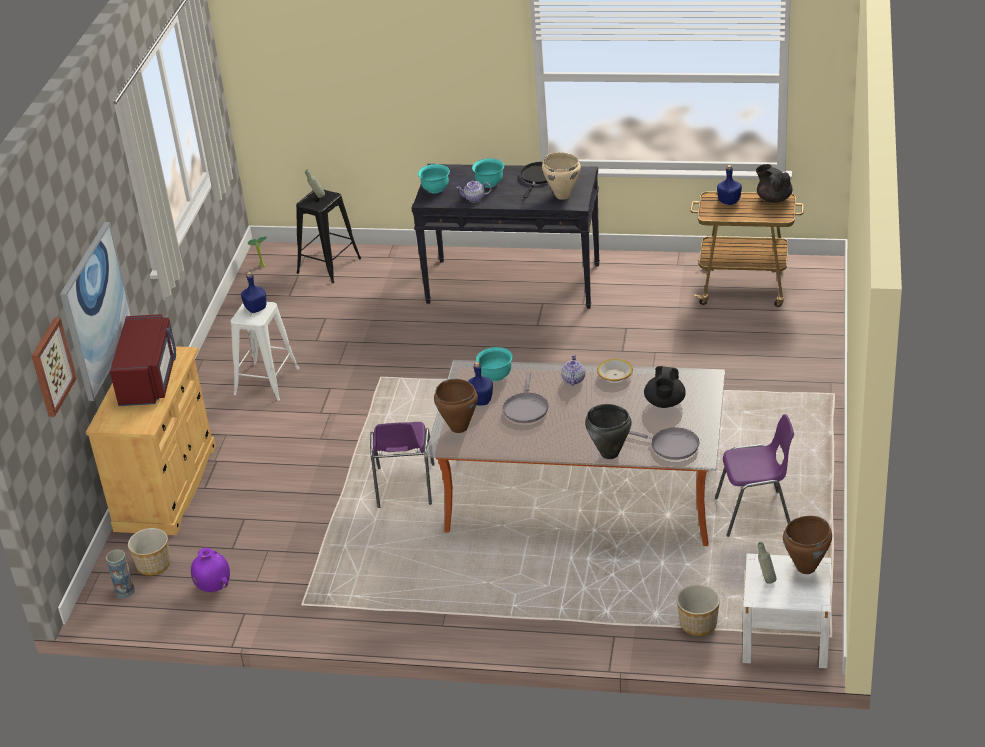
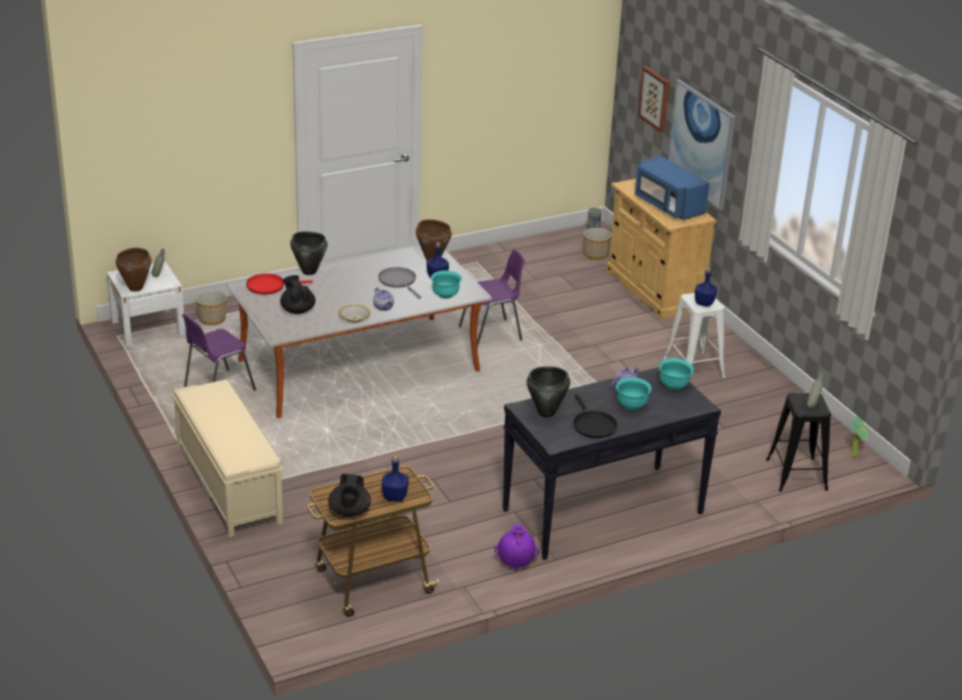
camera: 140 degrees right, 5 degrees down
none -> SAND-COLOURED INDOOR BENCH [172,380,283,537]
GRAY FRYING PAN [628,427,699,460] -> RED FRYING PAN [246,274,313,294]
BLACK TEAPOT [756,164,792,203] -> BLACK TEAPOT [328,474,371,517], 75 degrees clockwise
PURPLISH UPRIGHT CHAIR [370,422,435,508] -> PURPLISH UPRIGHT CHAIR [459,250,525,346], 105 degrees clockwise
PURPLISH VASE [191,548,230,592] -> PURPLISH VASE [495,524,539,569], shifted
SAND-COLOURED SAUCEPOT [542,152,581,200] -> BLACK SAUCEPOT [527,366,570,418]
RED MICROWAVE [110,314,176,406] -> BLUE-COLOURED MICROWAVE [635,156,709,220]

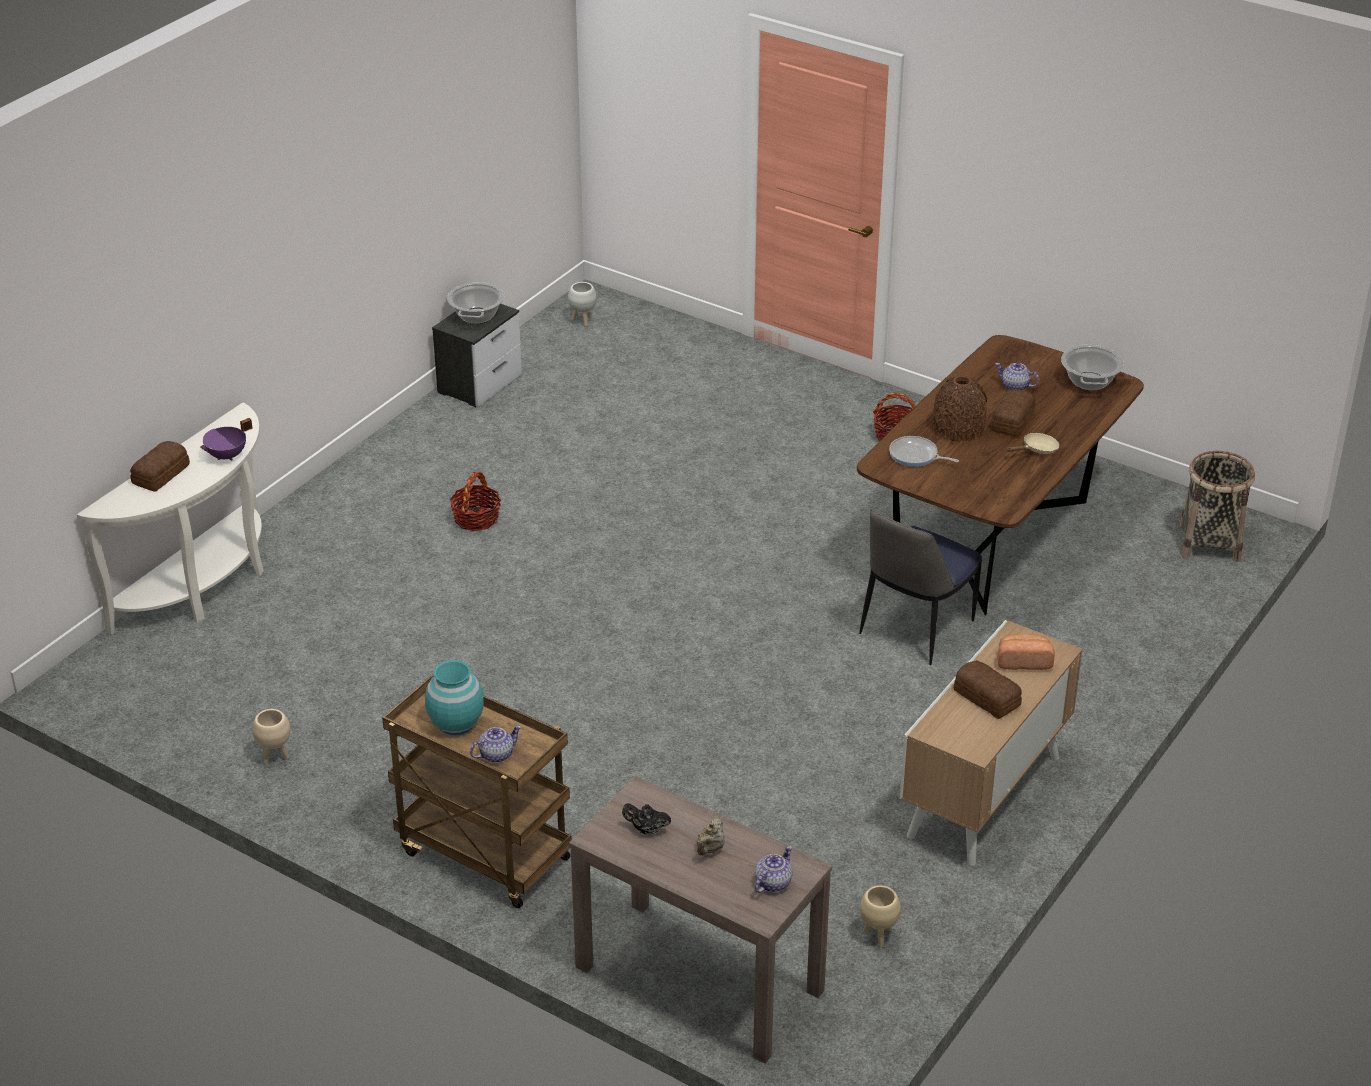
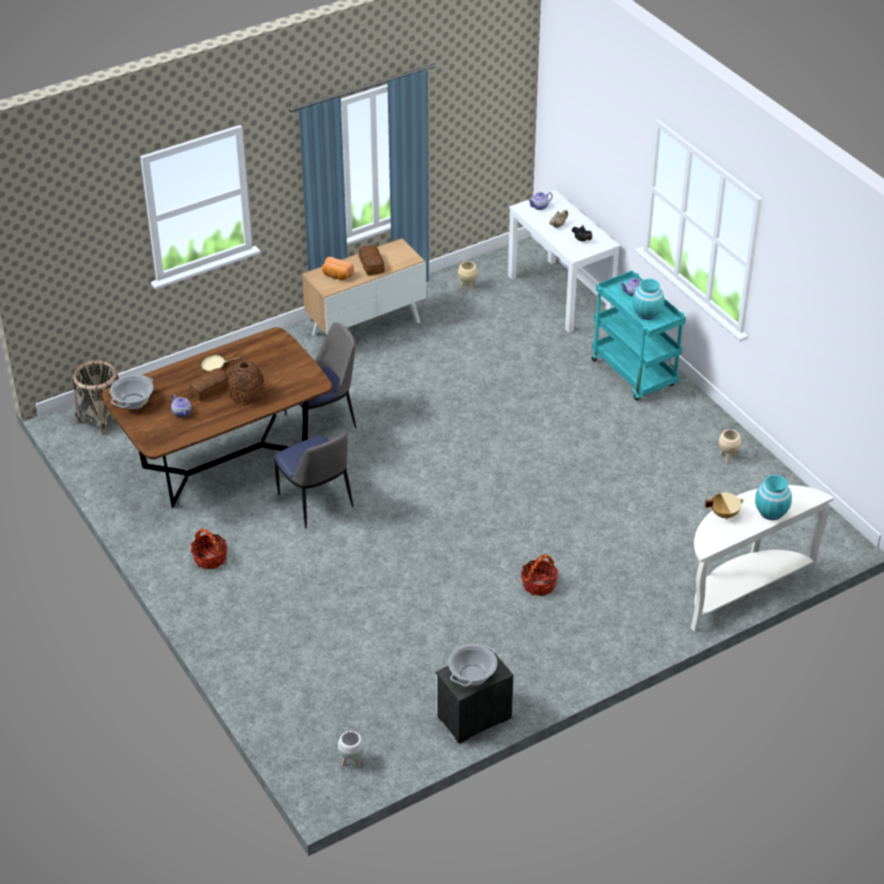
camera: 155 degrees left, 5 degrees up
none -> UPRIGHT CHAIR [274,432,353,528]
BROWNISH NARROW TABLE [569,776,832,1063] -> WHITE-COLOURED NARROW TABLE [508,190,620,333]
BROWNISH CART [382,673,572,908] -> BLUE-GREEN CART [592,271,686,401]
PURPLISH SAUCEPOT [200,418,253,461] -> SAND-COLOURED SAUCEPOT [705,493,744,519]
BREAD [130,441,190,492] -> BLUE-GREEN VASE [755,475,792,520]
FRYING PAN [889,436,959,467] -> none

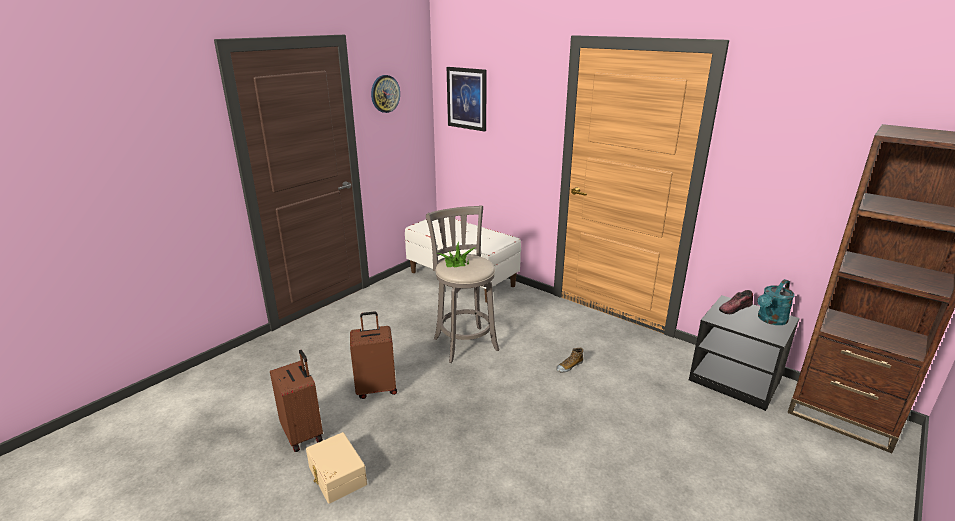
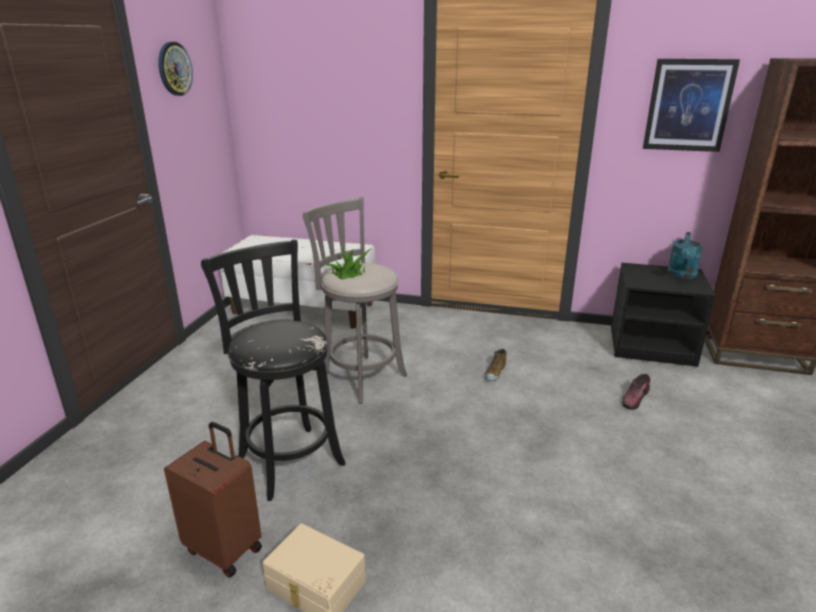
camera: 25 degrees left, 0 degrees up
BROWNISH PIECE OF LUGGAGE [350,311,397,399] -> BLACK STOOL SEAT [201,239,345,501]
LOW SHOE [719,290,753,314] -> LOW SHOE [622,374,651,410], shifted
WALL PICTURE [447,67,487,132] -> WALL PICTURE [643,59,740,152], shifted

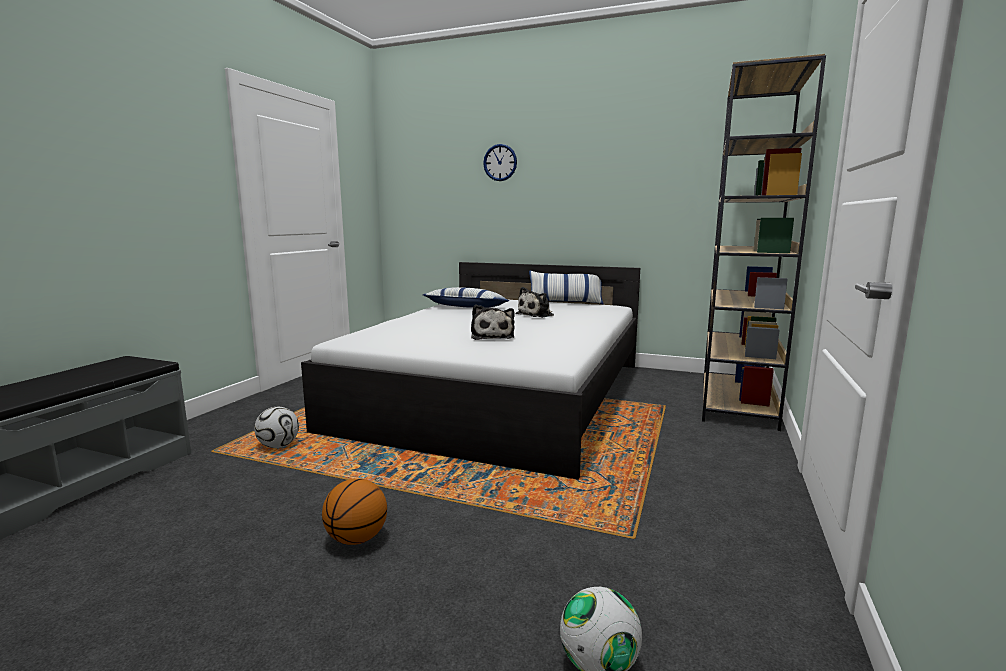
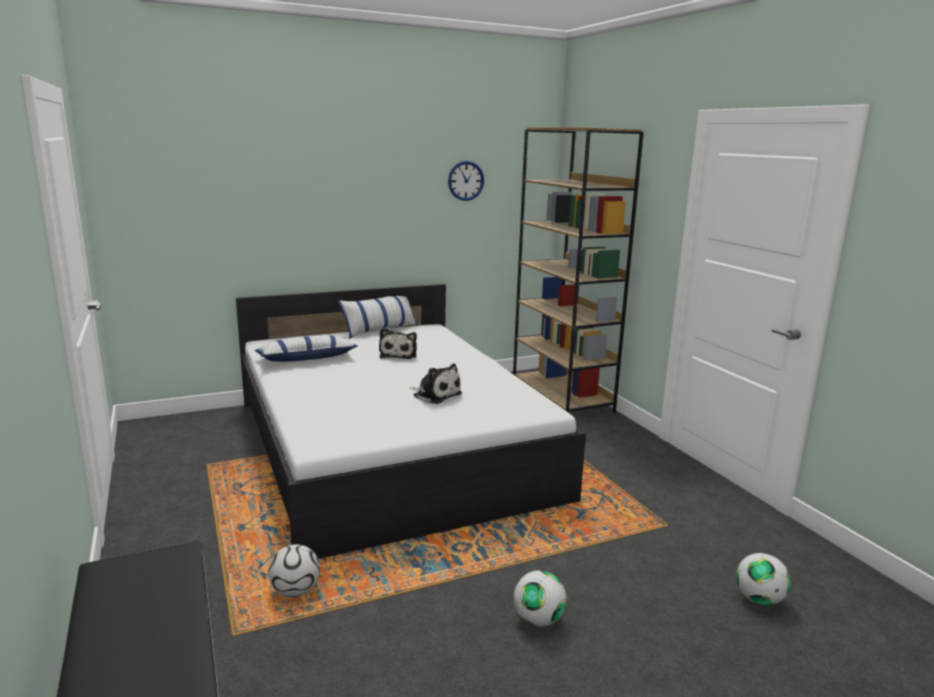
camera: 45 degrees left, 5 degrees up
CLOCK ON THE WALL [483,144,517,181] -> CLOCK ON THE WALL [448,161,484,201], shifted
BASKETBALL [322,478,387,545] -> FOOTBALL BALL [514,570,567,627]

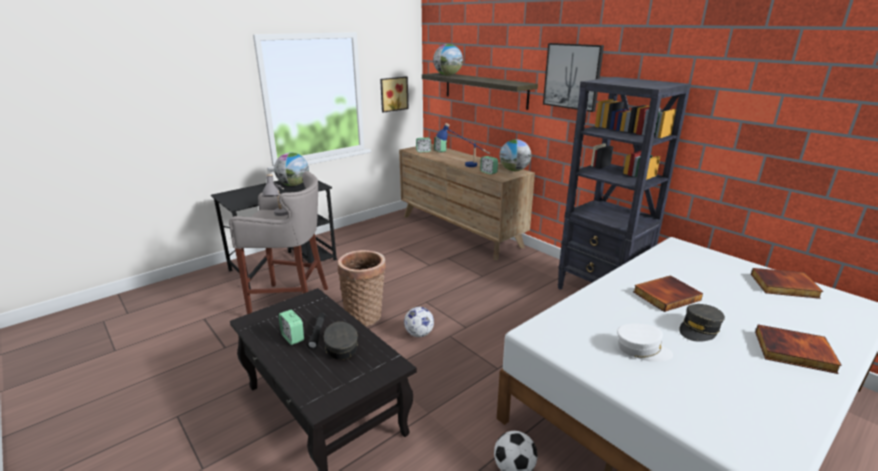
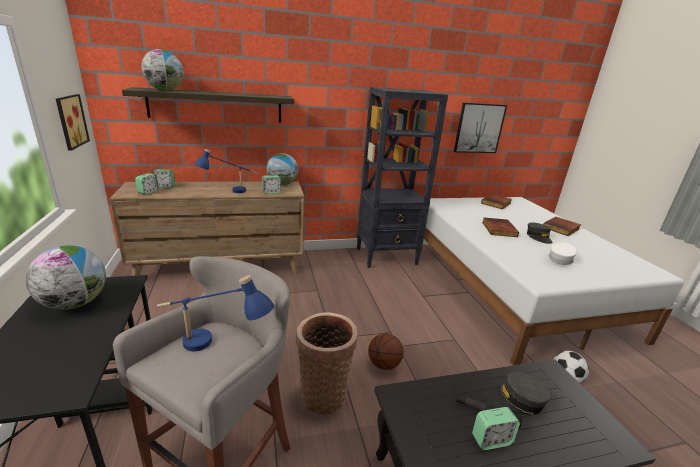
camera: 65 degrees left, 0 degrees up
GRAY TABLETOP LAMP [262,174,288,216] -> BLUE-COLOURED TABLETOP LAMP [157,275,274,351]
FOOTBALL BALL [404,307,434,337] -> BASKETBALL [368,333,404,370]
WALL PICTURE [543,43,604,112] -> WALL PICTURE [454,103,507,153], shifted

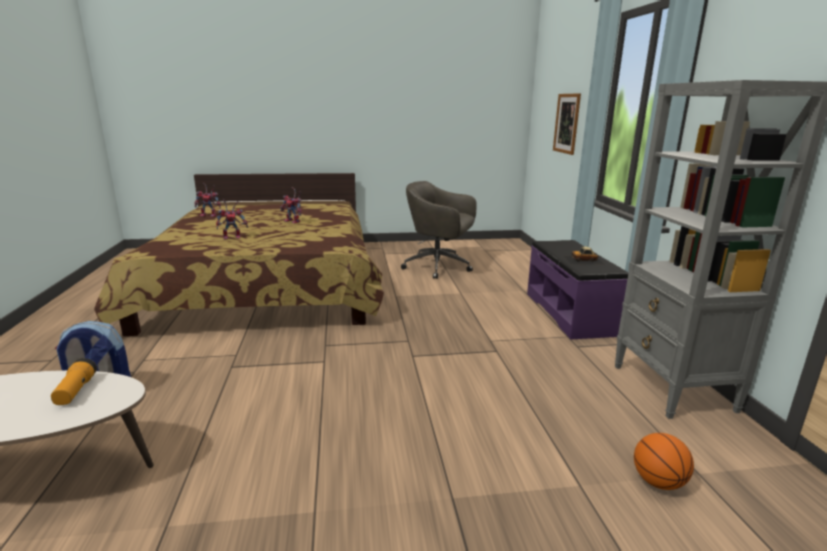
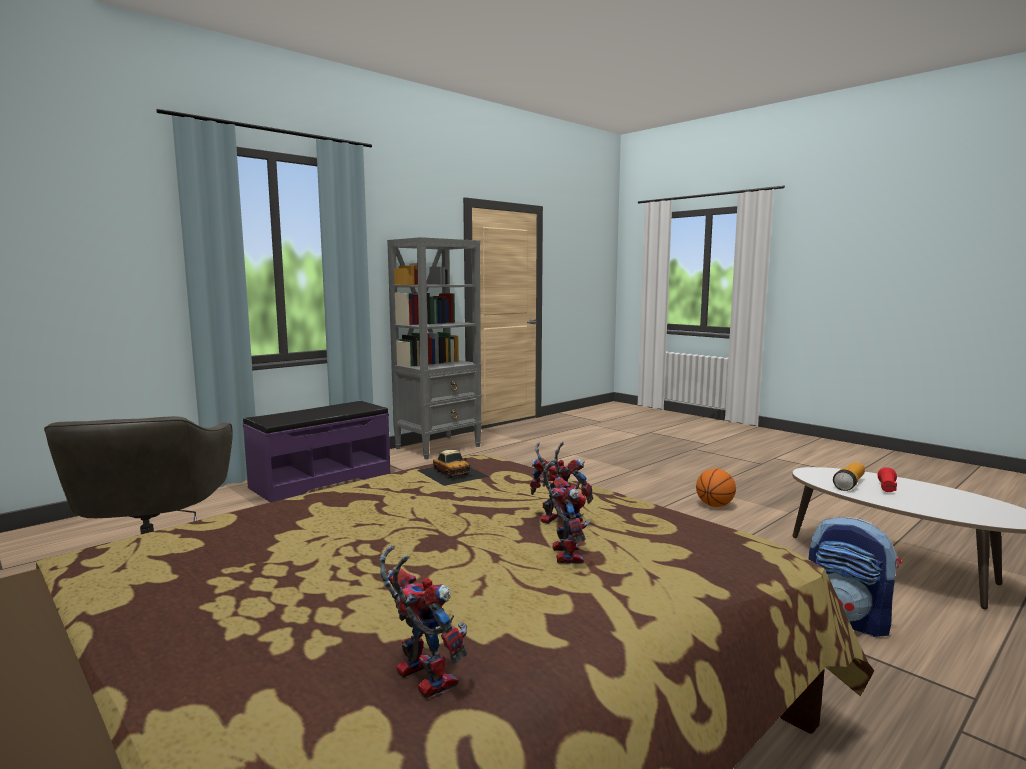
camera: 125 degrees left, 10 degrees down
MINIATURE CAR [564,247,605,265] -> MINIATURE CAR [417,450,489,486], shifted
TOY ROBOT [280,187,302,223] -> TOY ROBOT [543,459,590,564], shifted
BASKETBALL [634,433,694,490] -> BASKETBALL [696,468,736,507], shifted
none -> RED HAND TORCH [878,467,897,492]
WALL PICTURE [553,93,581,155] -> none

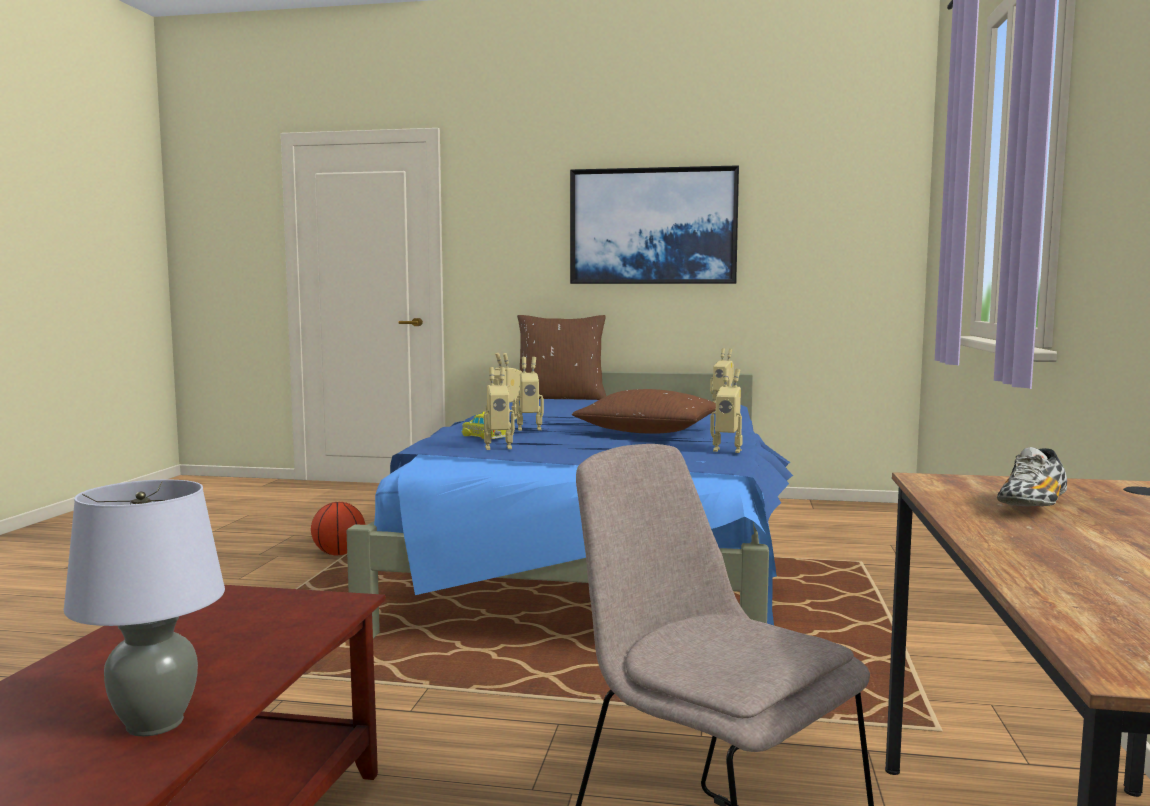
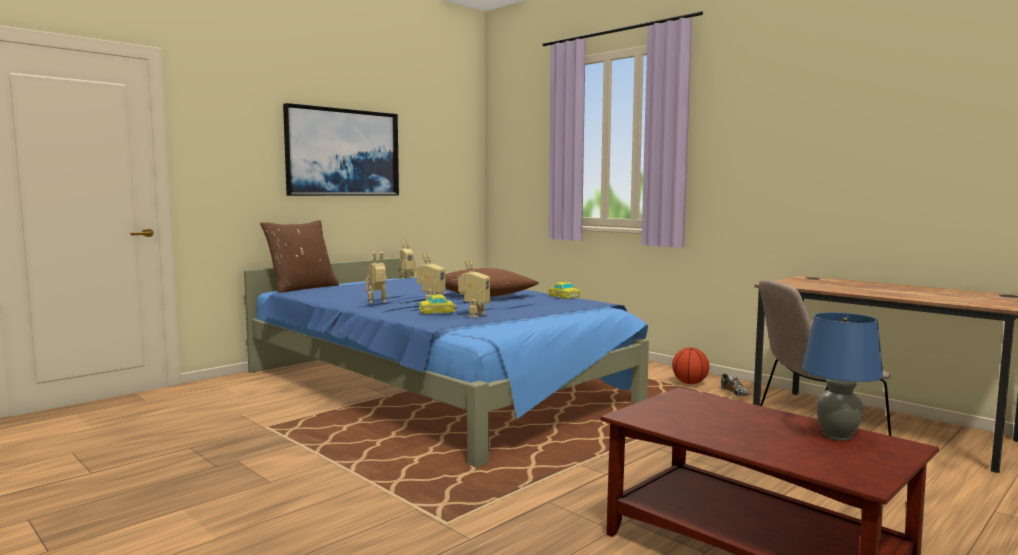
camera: 55 degrees left, 0 degrees up
TOY ROBOT [710,368,743,453] -> MINIATURE CAR [548,281,580,299]
BASKETBALL [311,502,365,555] -> BASKETBALL [672,347,709,384], shifted
LOW SHOE [997,447,1067,506] -> LOW SHOE [721,373,750,396], shifted
GRAY TABLETOP LAMP [64,480,225,736] -> BLUE-COLOURED TABLETOP LAMP [802,312,883,441]

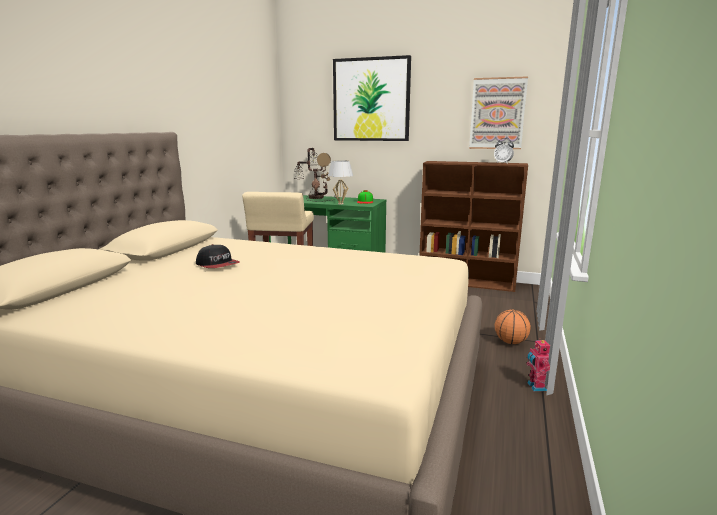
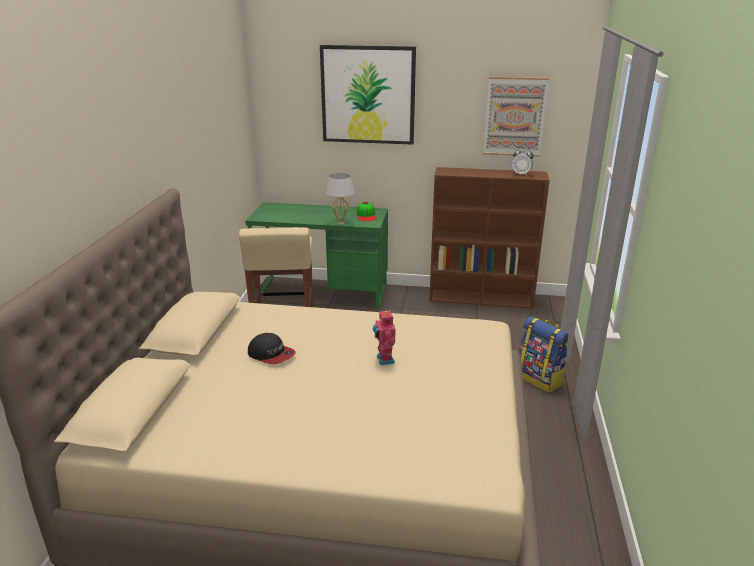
camera: 10 degrees left, 10 degrees up
TOY ROBOT [526,338,550,391] -> TOY ROBOT [373,309,395,365], shifted
BASKETBALL [495,309,531,344] -> RUCKSACK [519,316,569,393]
TABLETOP LAMP [294,148,338,202] -> none

